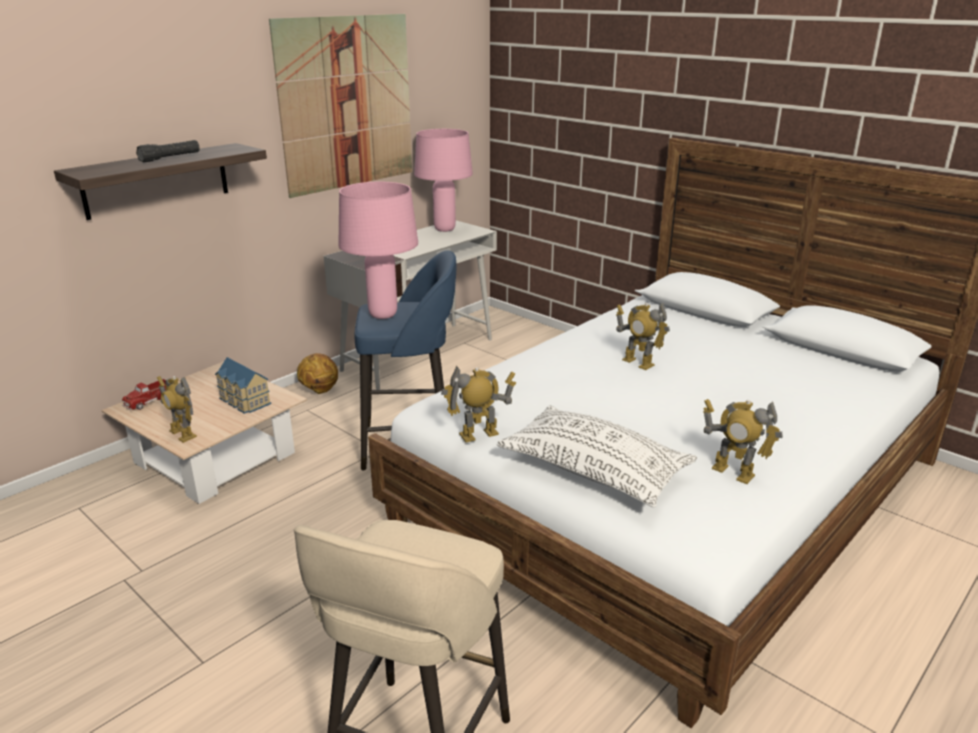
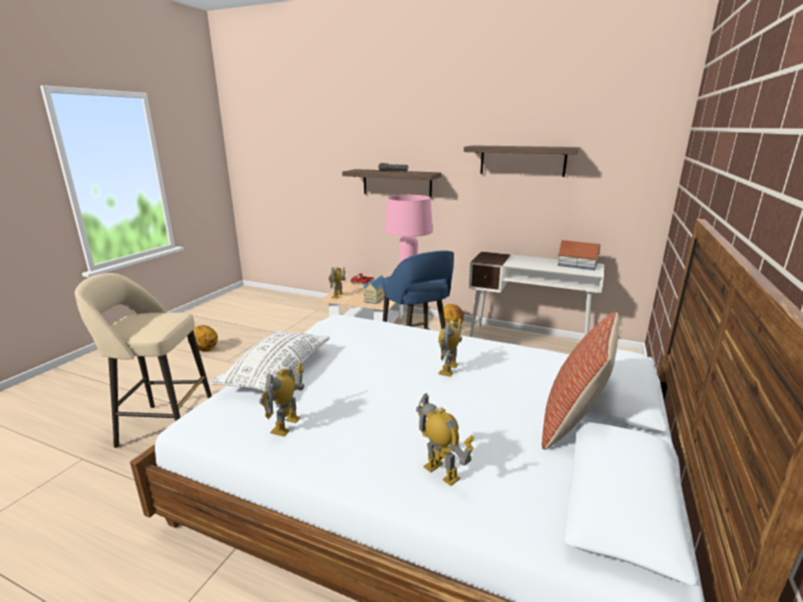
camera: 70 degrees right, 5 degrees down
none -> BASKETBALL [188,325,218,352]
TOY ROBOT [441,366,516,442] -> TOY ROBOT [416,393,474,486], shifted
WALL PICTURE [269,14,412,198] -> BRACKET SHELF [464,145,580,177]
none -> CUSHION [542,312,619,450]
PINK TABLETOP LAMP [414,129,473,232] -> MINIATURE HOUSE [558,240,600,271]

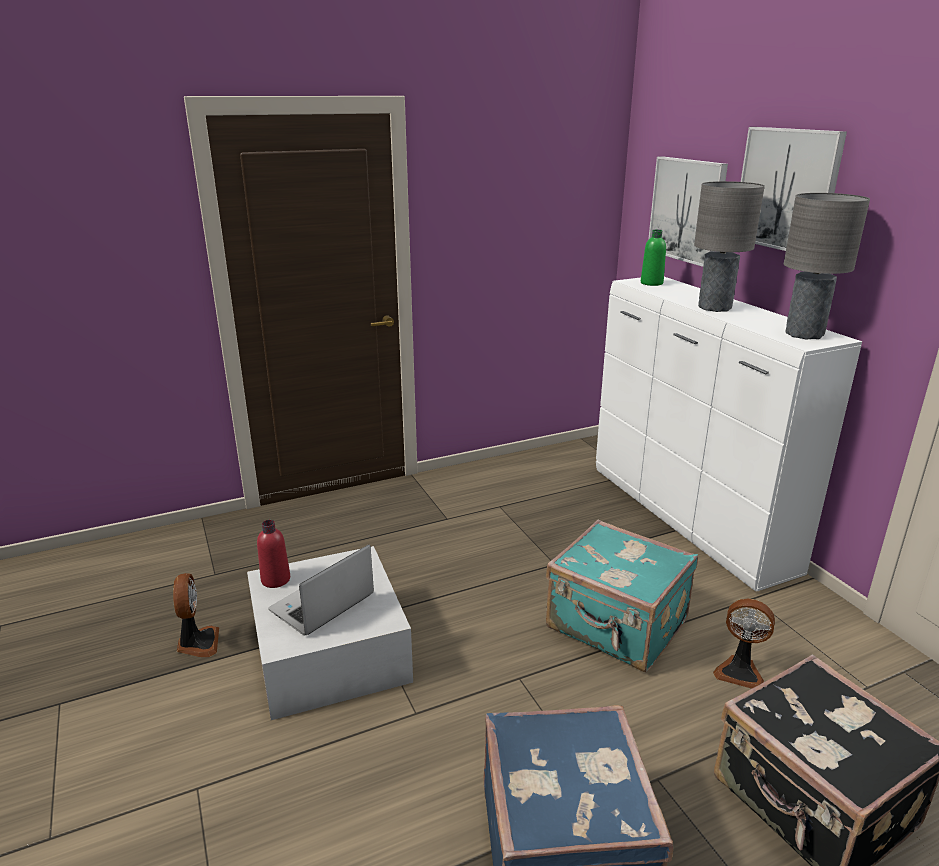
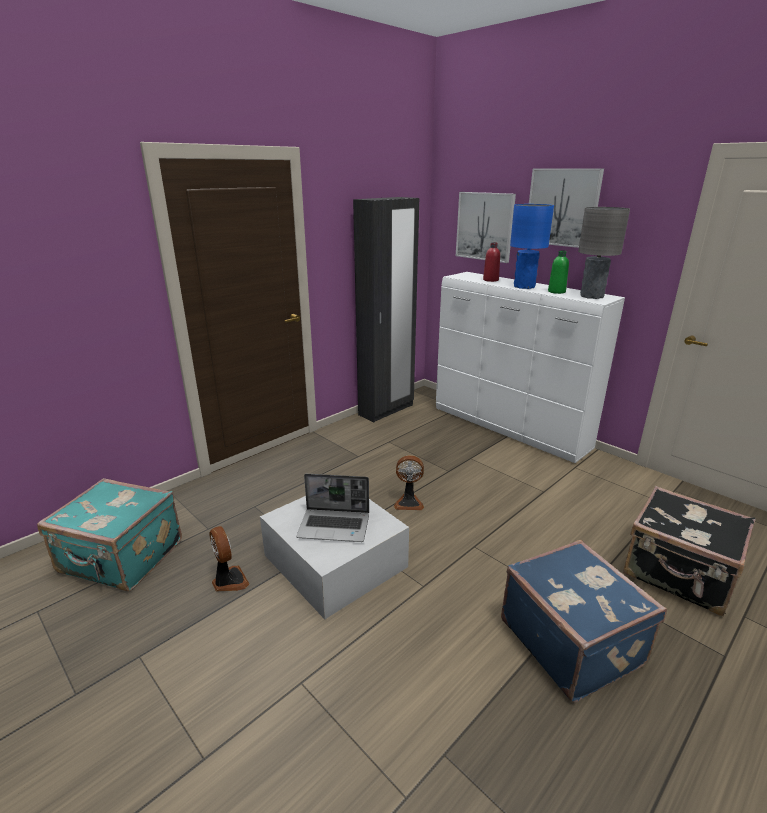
camera: 20 degrees left, 0 degrees up
BLUE-GREEN PIECE OF LUGGAGE [546,520,698,672] -> BLUE-GREEN PIECE OF LUGGAGE [37,478,182,591], shifted
NOTEBOOK COMPUTER [268,545,374,635] -> NOTEBOOK COMPUTER [296,474,369,542], 105 degrees counterclockwise
none -> BLACK ARMOIRE [353,197,419,422]
FAN [713,599,775,689] -> FAN [394,455,424,510], shifted
RED DRINK BOTTLE [257,520,290,588] -> RED DRINK BOTTLE [483,242,500,282], shifted
GRAY TABLETOP LAMP [694,181,765,312] -> BLUE-COLOURED TABLETOP LAMP [510,204,554,289]
GREEN-COLOURED DRINK BOTTLE [641,230,666,286] -> GREEN-COLOURED DRINK BOTTLE [548,250,569,294], shifted

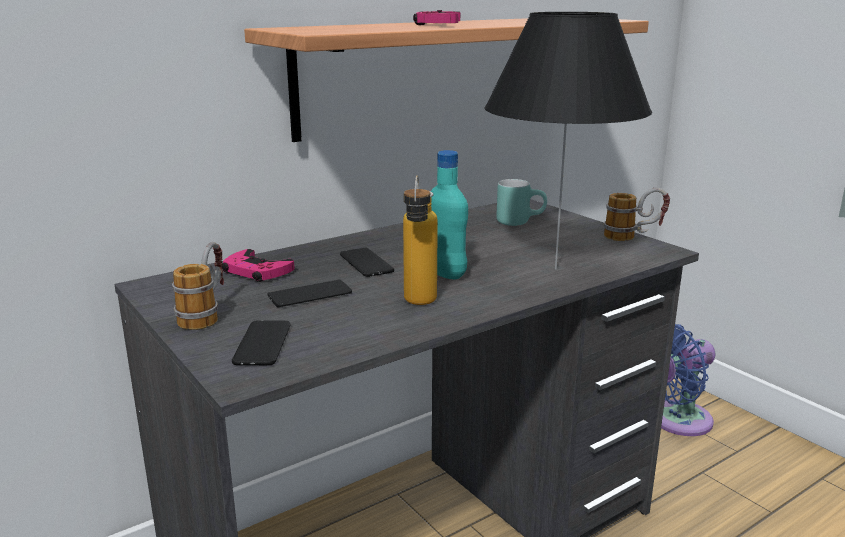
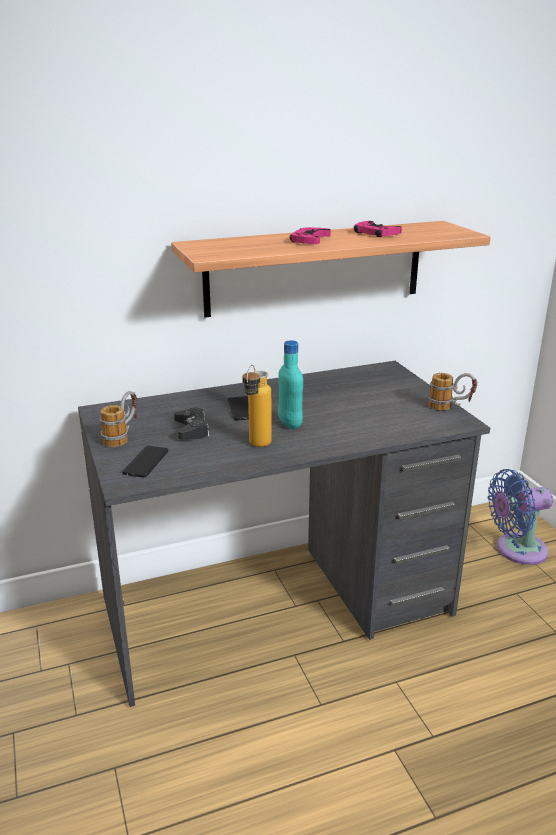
camera: 15 degrees right, 5 degrees up
TELEPHONE [268,279,352,307] -> BLACK GAMEPAD [174,407,210,440]
PINK GAMEPAD [222,249,295,282] -> PINK GAMEPAD [354,221,402,237], shifted
BLACK TABLETOP LAMP [484,12,652,270] -> none
BLUE-GREEN COFFEE MUG [496,179,547,226] -> none

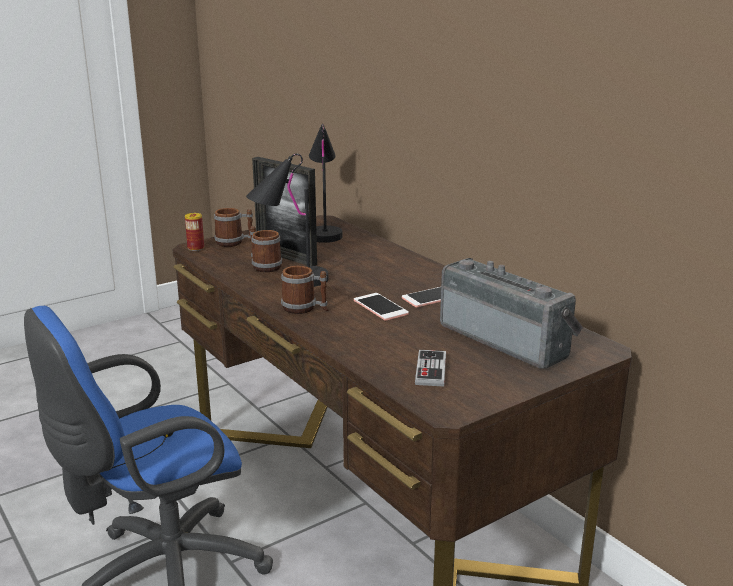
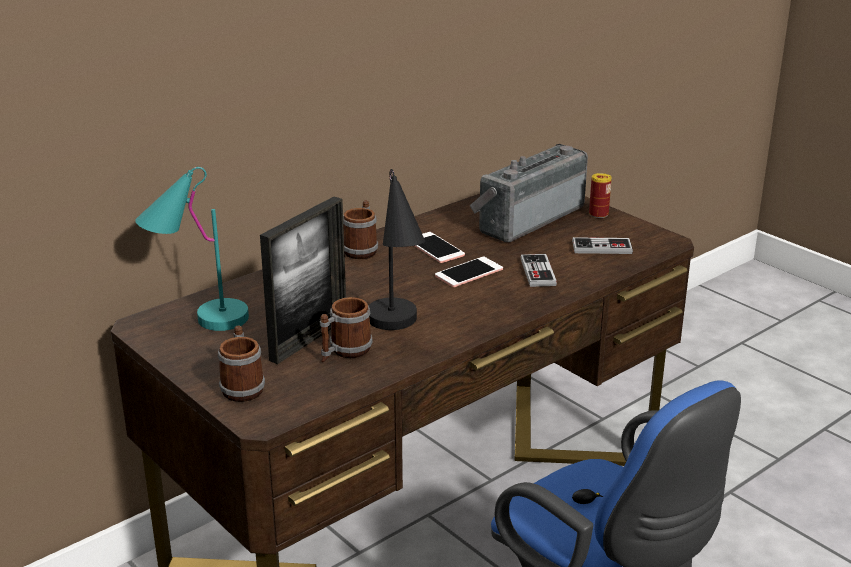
camera: 95 degrees left, 5 degrees up
BLACK TABLETOP LAMP [309,124,343,243] -> BLUE-GREEN TABLETOP LAMP [135,167,249,331]
COFFEE MUG [281,266,329,314] -> COFFEE MUG [343,200,378,259], shifted
none -> GAMEPAD [521,254,557,287]
METAL CAN [185,213,204,251] -> METAL CAN [589,173,612,218], shifted

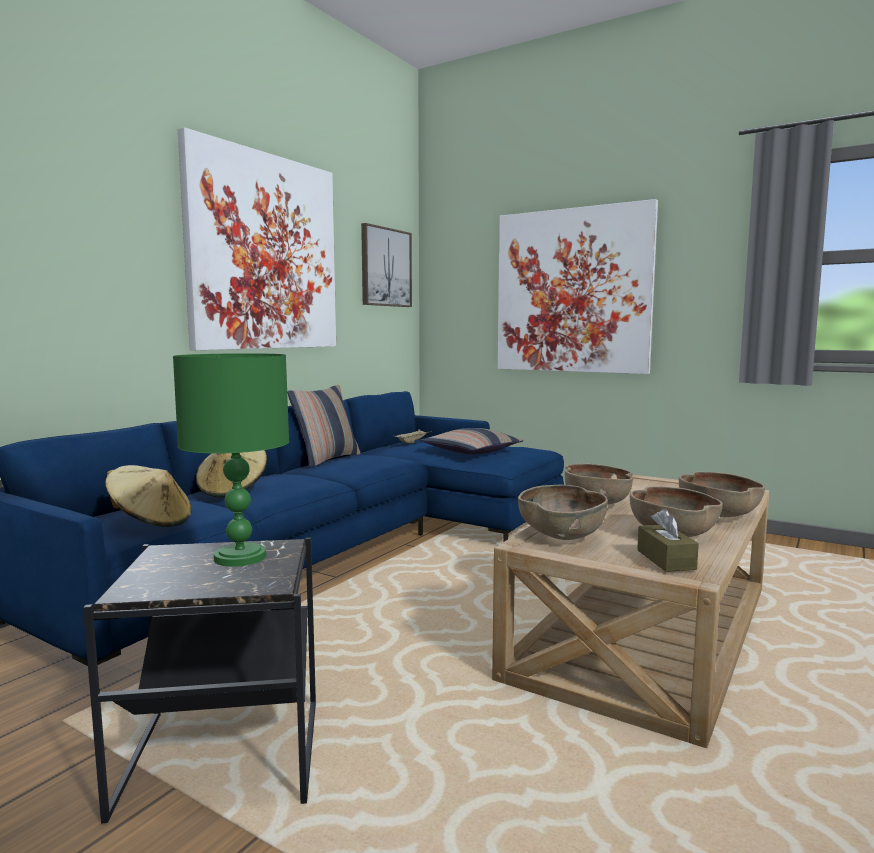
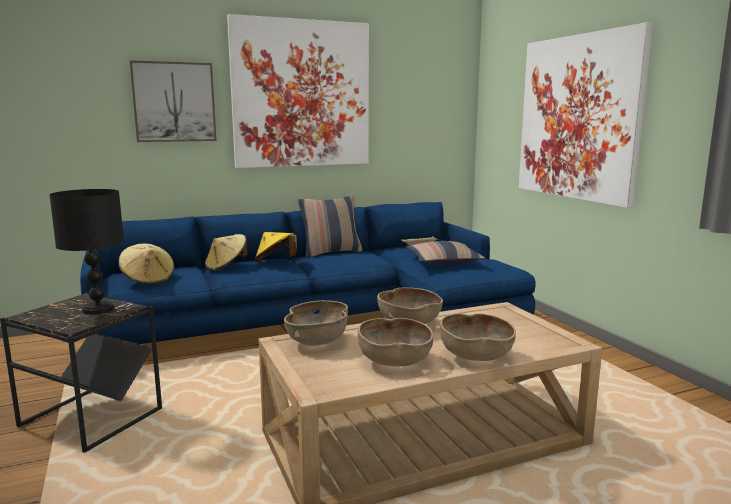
camera: 35 degrees right, 5 degrees up
GREEN-COLOURED TABLETOP LAMP [173,353,289,567] -> BLACK TABLETOP LAMP [49,189,124,315]
WALL PICTURE [361,223,412,307] -> WALL PICTURE [130,60,217,142], shifted
none -> YELLOW-COLOURED HAT [254,232,297,262]
BROWNISH TISSUE HOLDER [637,508,699,572] -> none

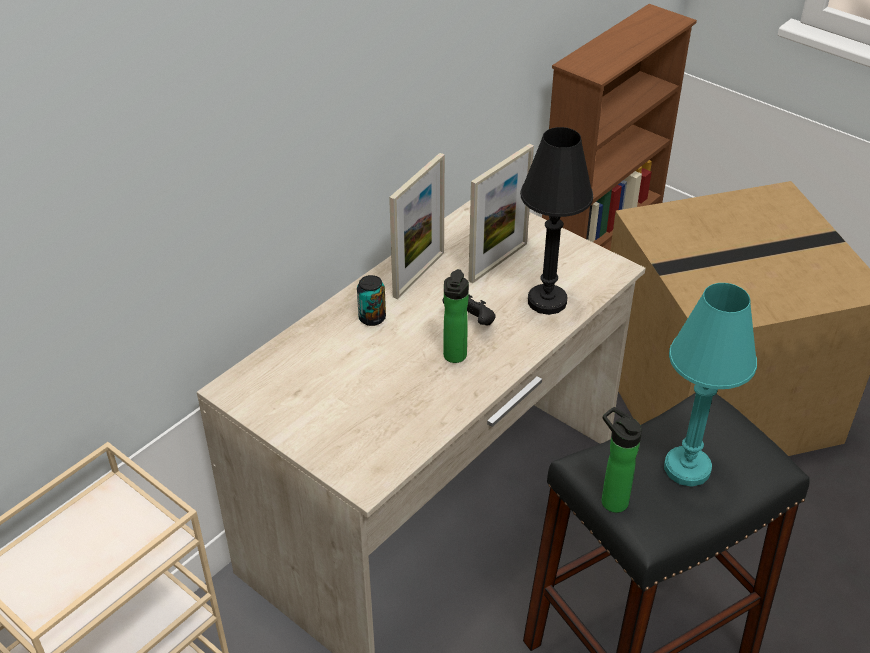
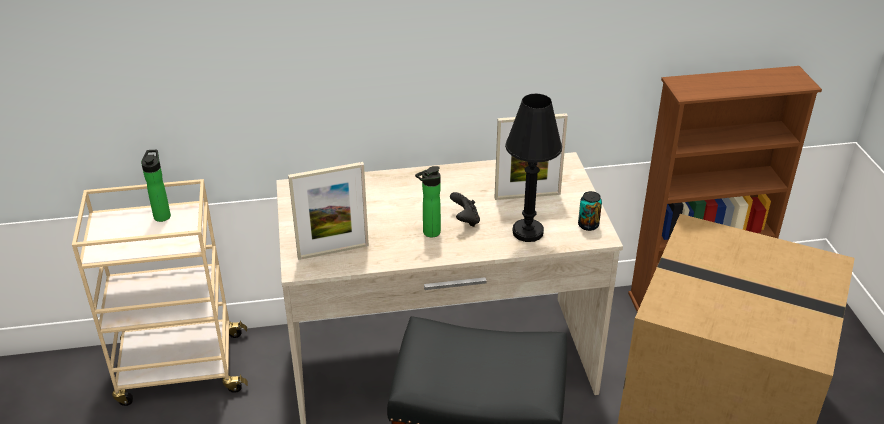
camera: 40 degrees right, 5 degrees down
DRINK BOTTLE [601,407,642,513] -> DRINK BOTTLE [141,150,171,222], shifted
STANDING FRAME [389,153,445,299] -> STANDING FRAME [288,162,369,260], shifted
METAL CAN [357,275,386,326] -> METAL CAN [578,191,602,231], shifted
BLUE-GREEN TABLETOP LAMP [664,283,757,487] -> none

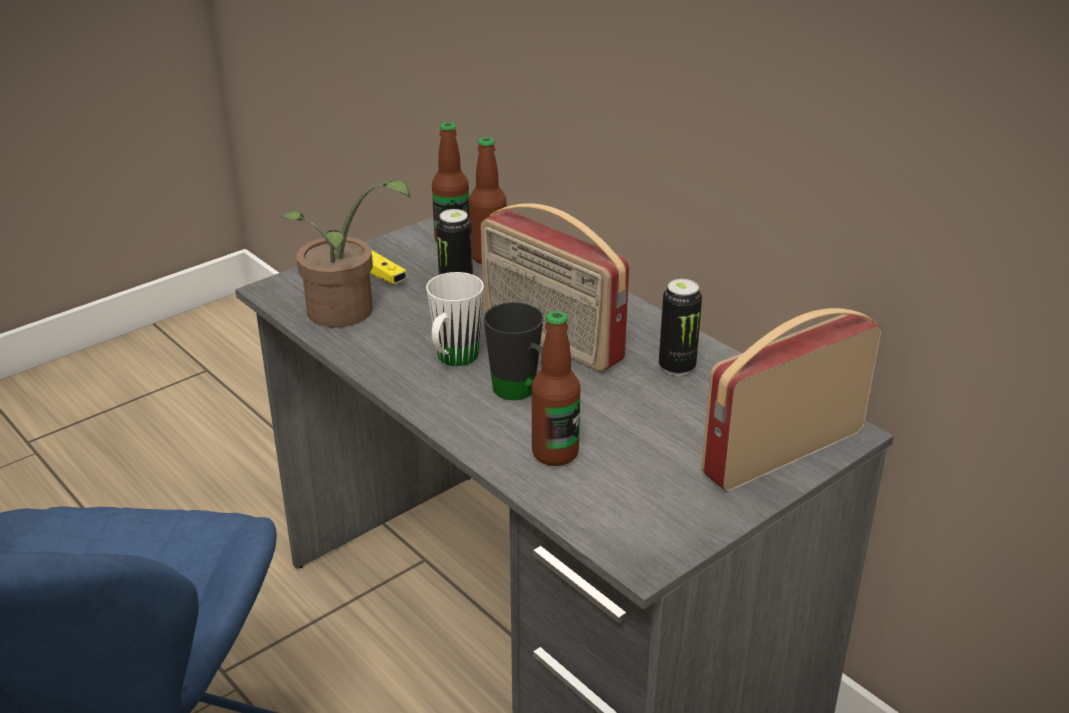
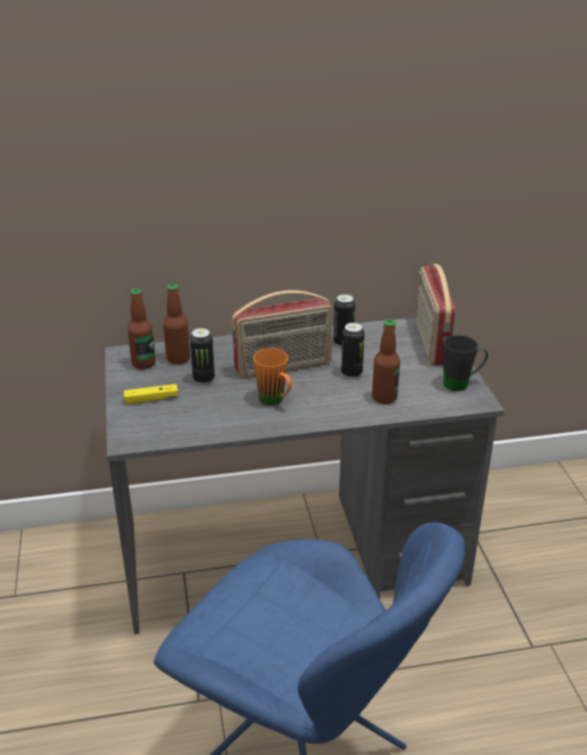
camera: 60 degrees left, 0 degrees up
WHITE-COLOURED COFFEE MUG [426,272,484,366] -> ORANGE COFFEE MUG [253,348,292,405]
none -> METAL CAN [341,323,365,378]
BLACK COFFEE MUG [483,302,544,400] -> BLACK COFFEE MUG [443,335,488,391], shifted
POTTED PLANT [281,180,410,328] -> none

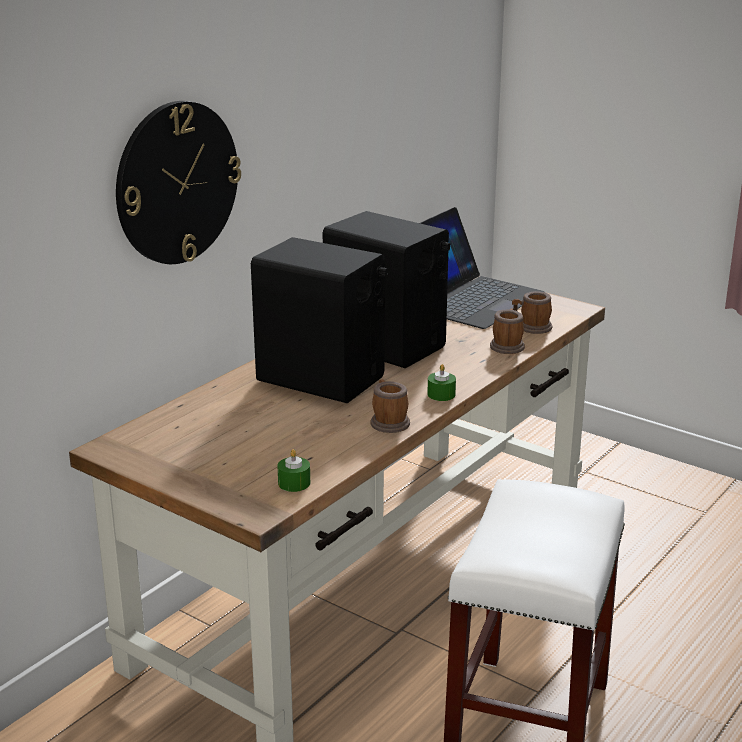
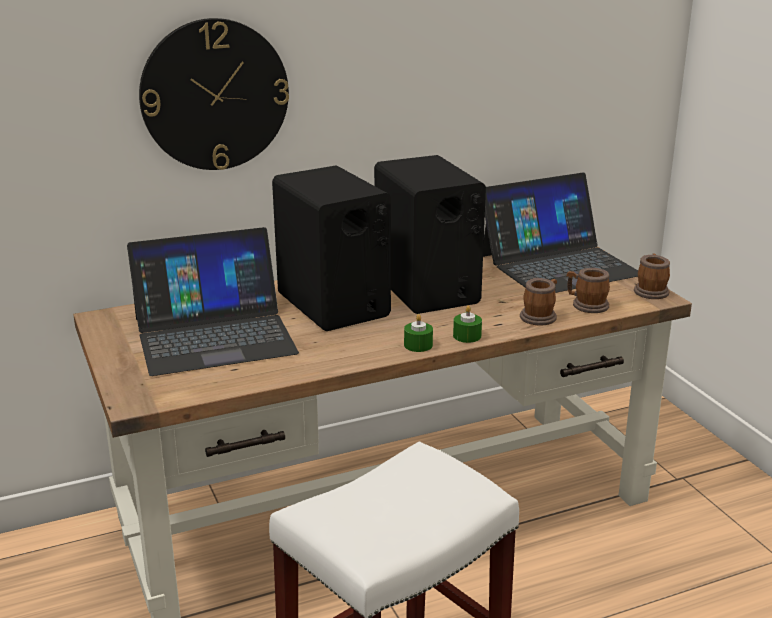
camera: 30 degrees right, 0 degrees up
none -> NOTEBOOK COMPUTER [127,227,299,376]
GREEN-COLOURED WAX CANDLE [277,449,310,492] -> GREEN-COLOURED WAX CANDLE [453,305,482,343], shifted
COFFEE MUG [370,379,410,433] -> COFFEE MUG [634,254,670,299], shifted

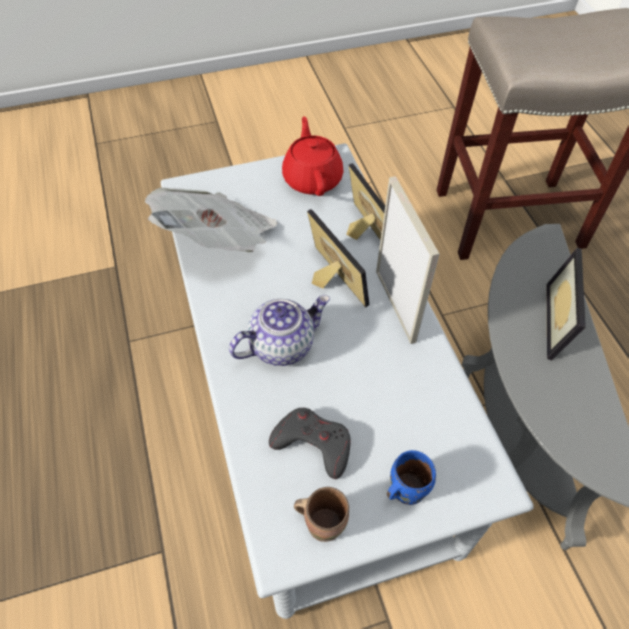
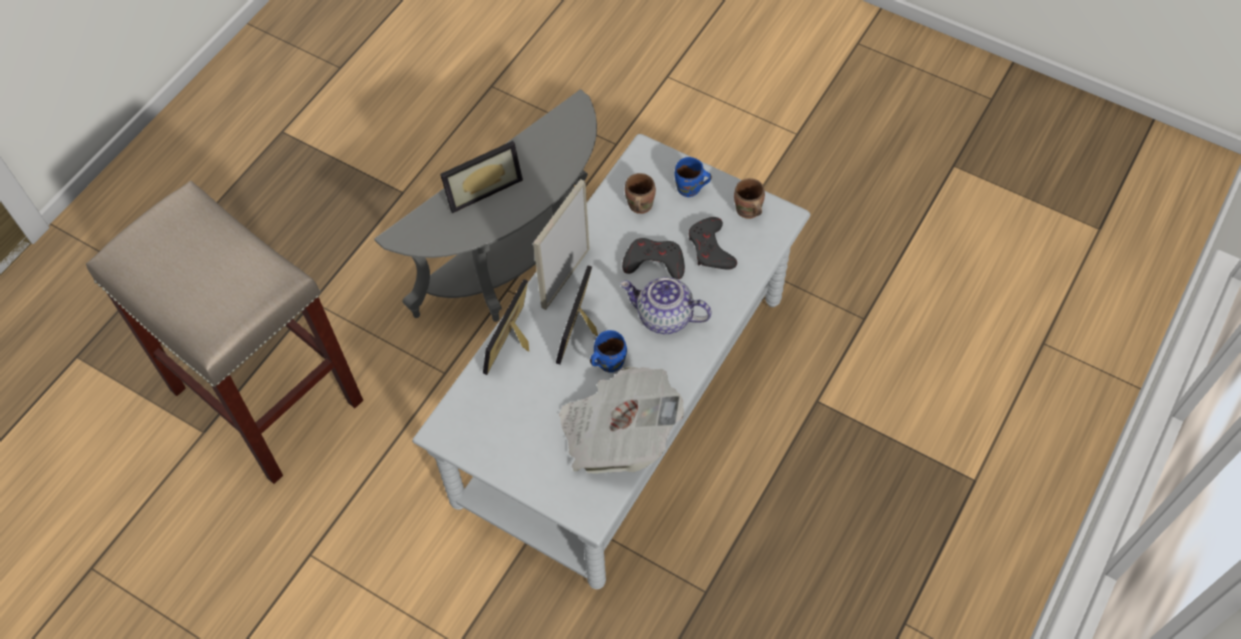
camera: 130 degrees left, 5 degrees up
none -> BLUE-COLOURED COFFEE MUG [590,330,627,373]
none -> GRAY GAMEPAD [622,238,685,279]
none -> BROWNISH COFFEE MUG [625,173,656,214]
RED TEAPOT [282,116,343,196] -> none

